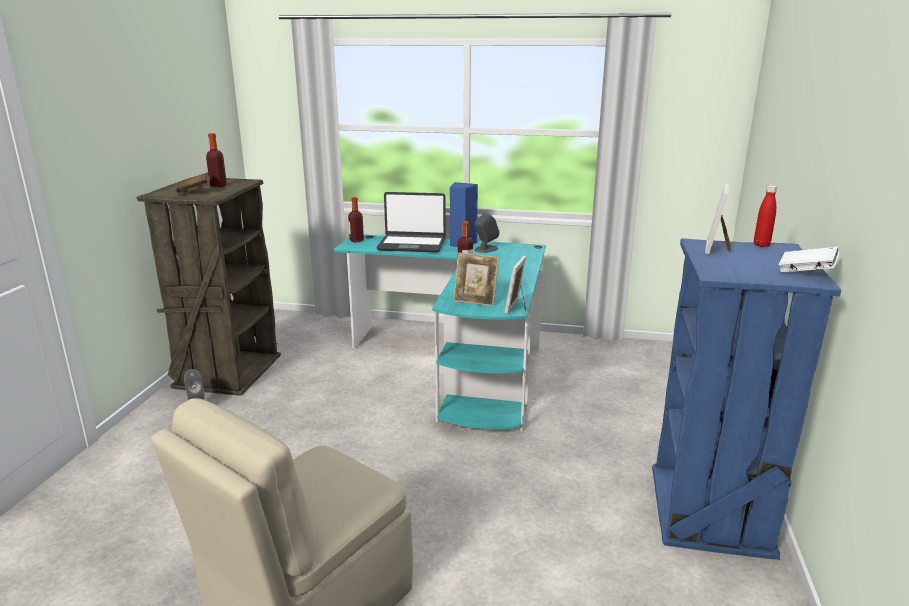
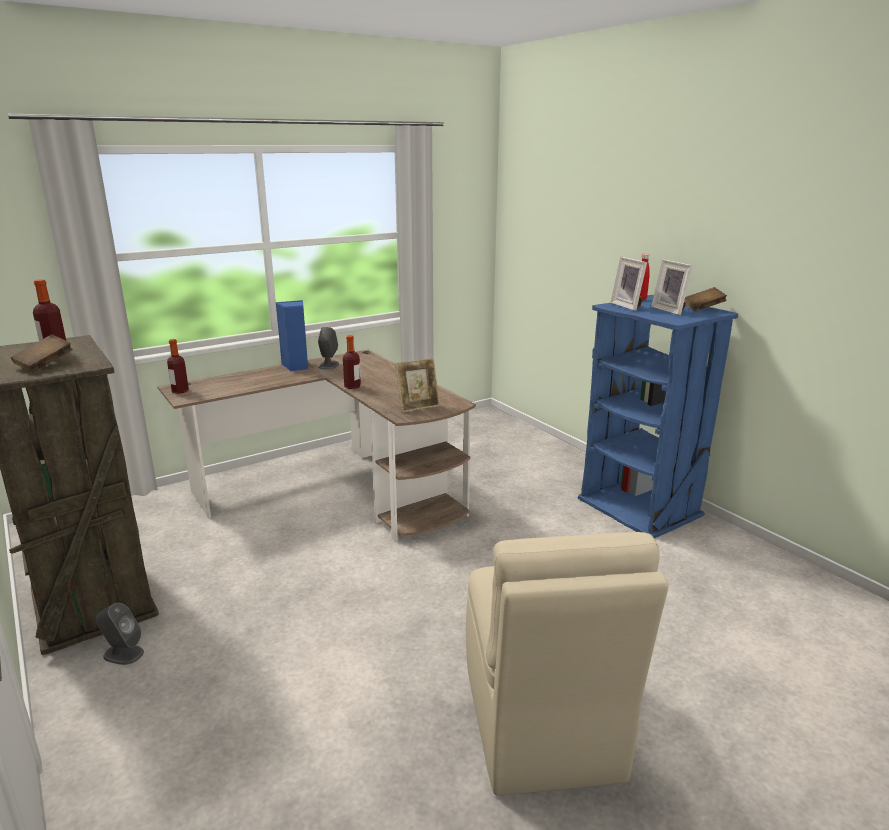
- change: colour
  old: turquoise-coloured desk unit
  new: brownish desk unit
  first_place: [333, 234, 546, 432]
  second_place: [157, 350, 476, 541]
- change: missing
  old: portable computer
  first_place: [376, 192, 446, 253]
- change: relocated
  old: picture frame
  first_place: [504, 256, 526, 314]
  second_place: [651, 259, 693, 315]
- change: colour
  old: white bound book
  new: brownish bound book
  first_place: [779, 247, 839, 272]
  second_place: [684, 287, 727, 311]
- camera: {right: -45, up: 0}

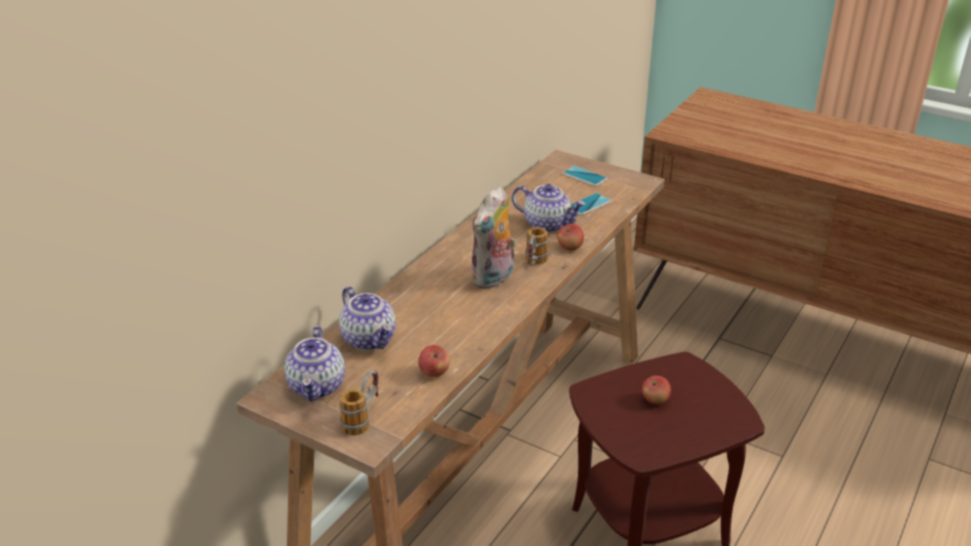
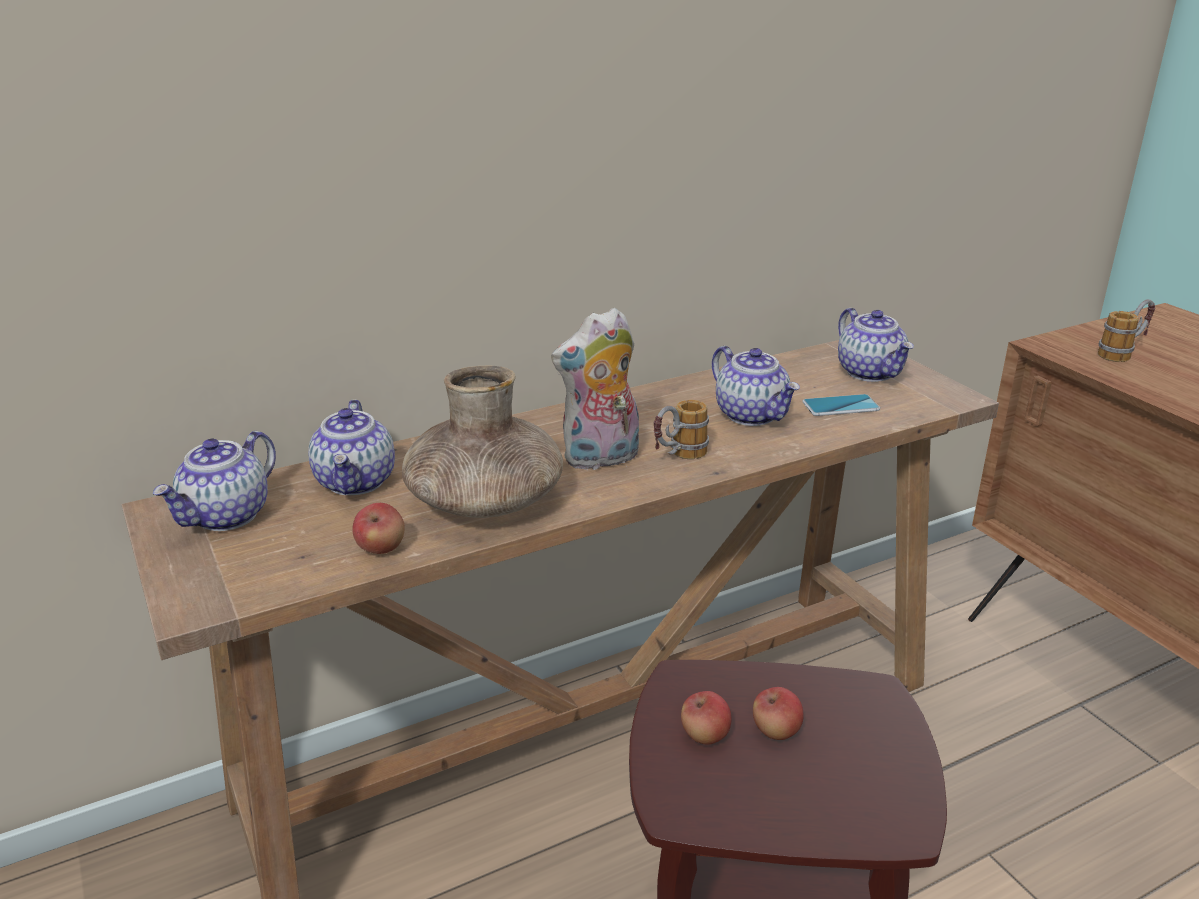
- change: relocated
  old: coffee mug
  first_place: [339, 370, 378, 436]
  second_place: [1098, 299, 1155, 362]
- change: relocated
  old: whole apple
  first_place: [557, 224, 584, 251]
  second_place: [681, 691, 731, 745]
- change: exchanged
  old: phone
  new: teapot
  first_place: [563, 166, 607, 186]
  second_place: [838, 308, 914, 382]
- change: appeared
  new: brownish vase
  second_place: [402, 365, 563, 518]
- camera: {right: 30, up: -5}

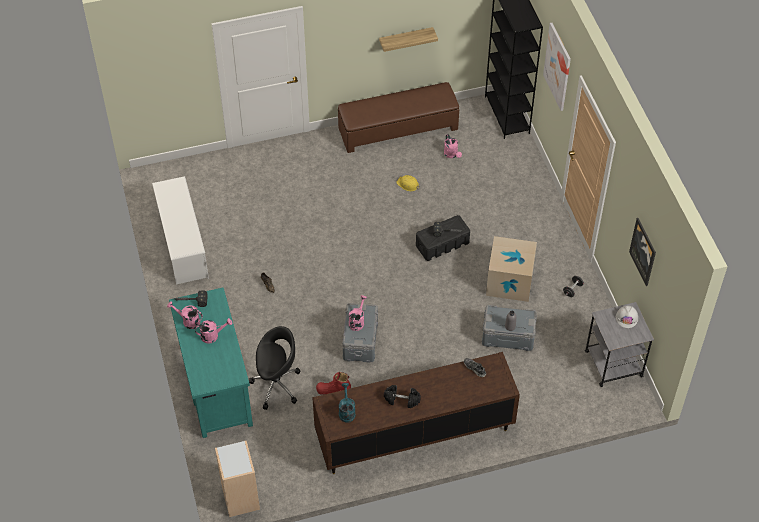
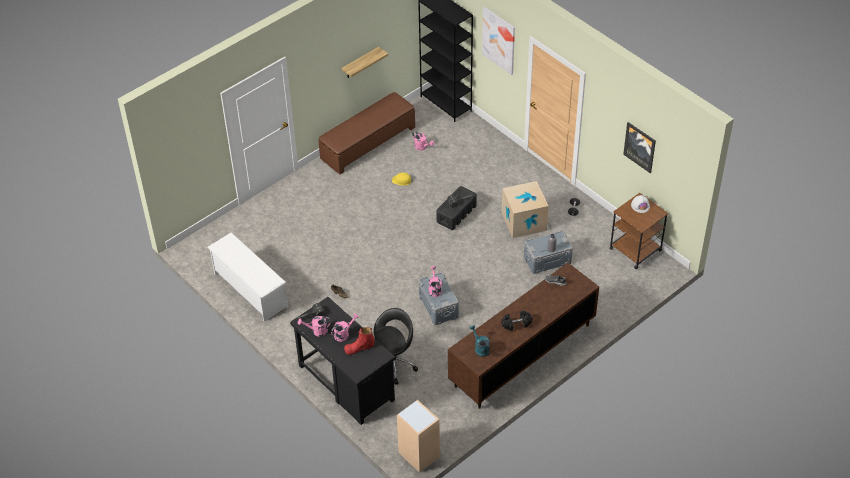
- change: colour
  old: turquoise-coloured desk unit
  new: black-coloured desk unit
  first_place: [169, 288, 253, 438]
  second_place: [290, 297, 396, 425]
- change: relocated
  old: reddish high-top boot
  first_place: [316, 372, 351, 395]
  second_place: [344, 327, 375, 355]
- change: colour
  old: gray cart
  new: brownish cart
  first_place: [585, 302, 654, 387]
  second_place: [609, 193, 669, 269]
- camera: {right: -25, up: -5}

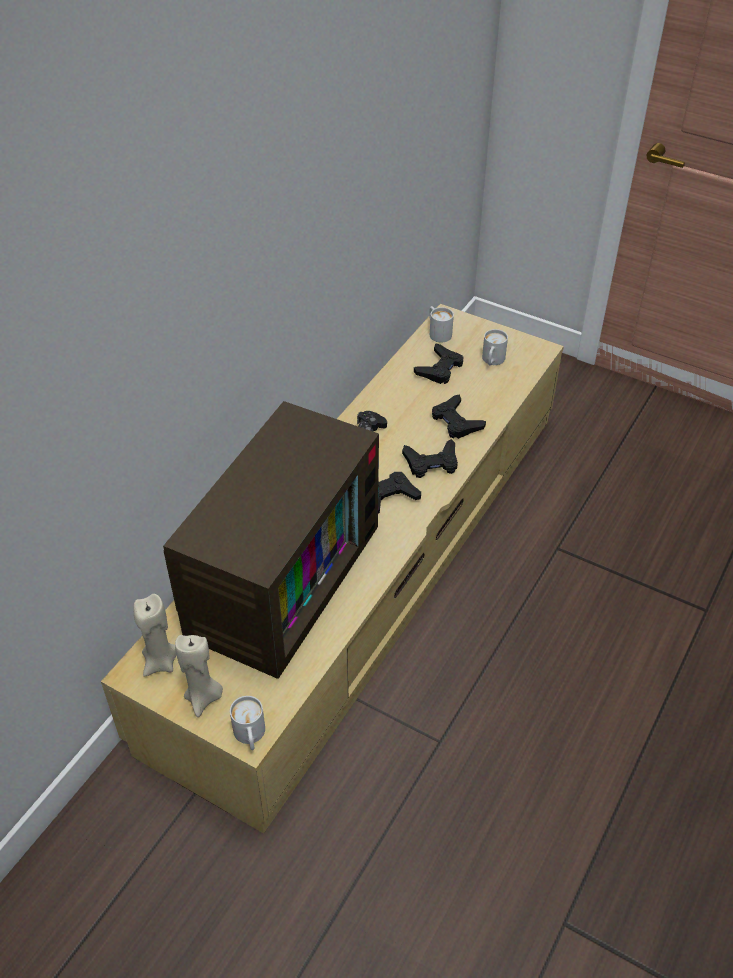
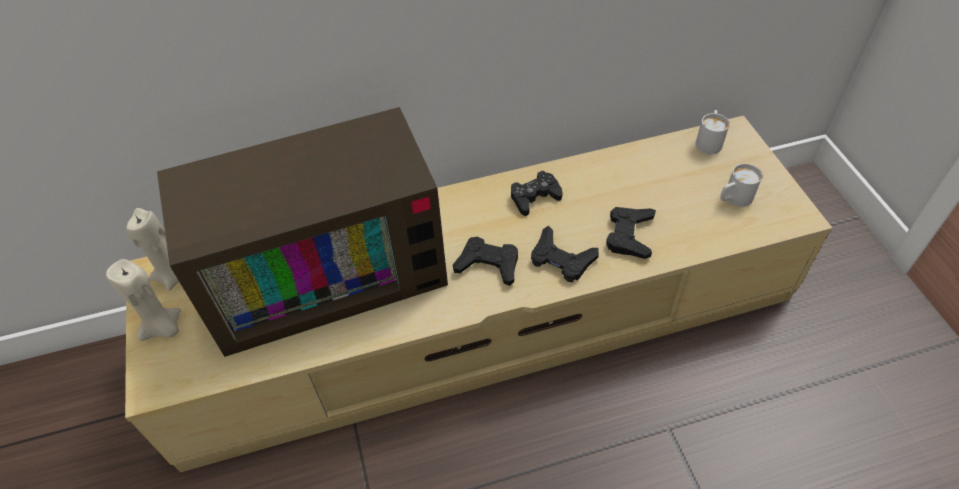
- change: missing
  old: white coffee mug
  first_place: [230, 696, 265, 750]
- change: missing
  old: black-coloured gamepad
  first_place: [414, 344, 463, 384]
- camera: {right: 45, up: 5}

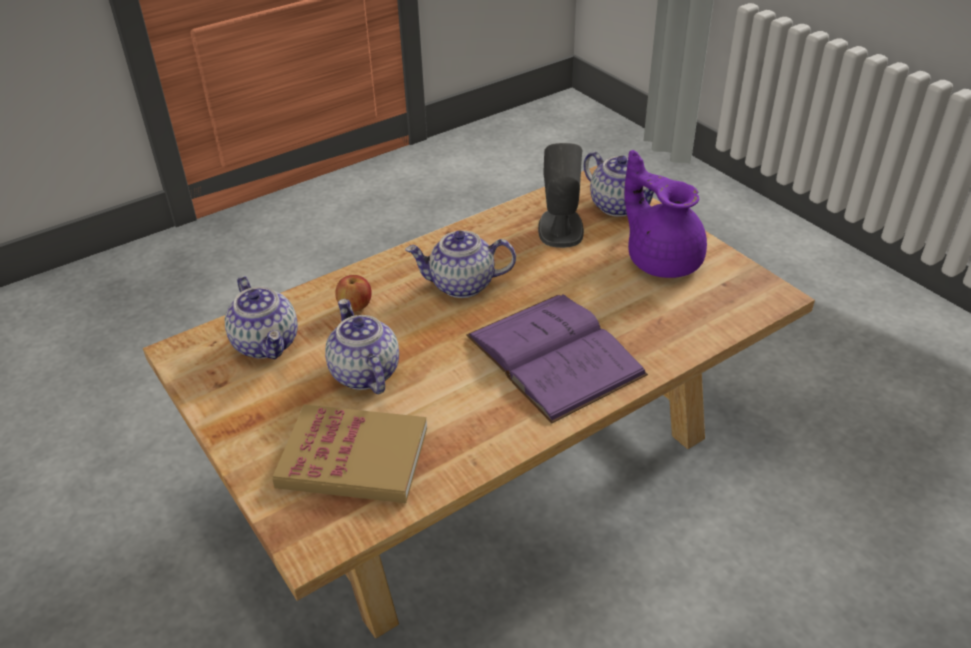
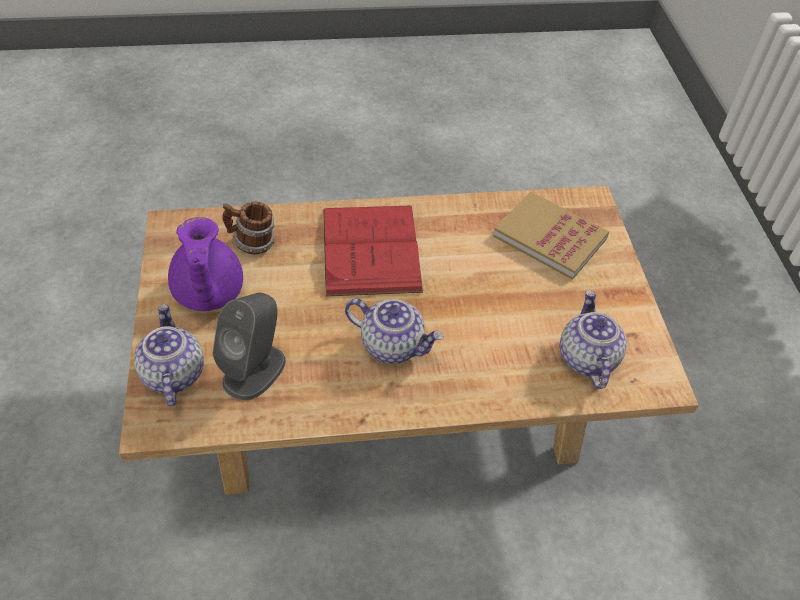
- change: missing
  old: teapot
  first_place: [325, 299, 399, 394]
- change: missing
  old: whole apple
  first_place: [335, 275, 371, 311]
- change: colour
  old: purple bound book
  new: reddish bound book
  first_place: [466, 294, 648, 423]
  second_place: [323, 206, 423, 297]
- change: appeared
  new: coffee mug
  second_place: [222, 202, 275, 255]
- camera: {right: -155, up: 10}

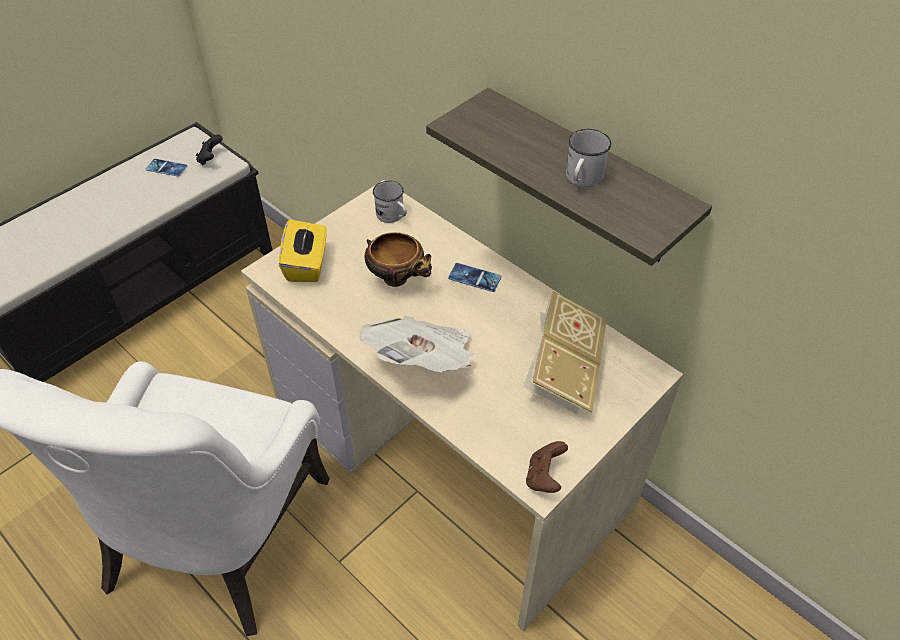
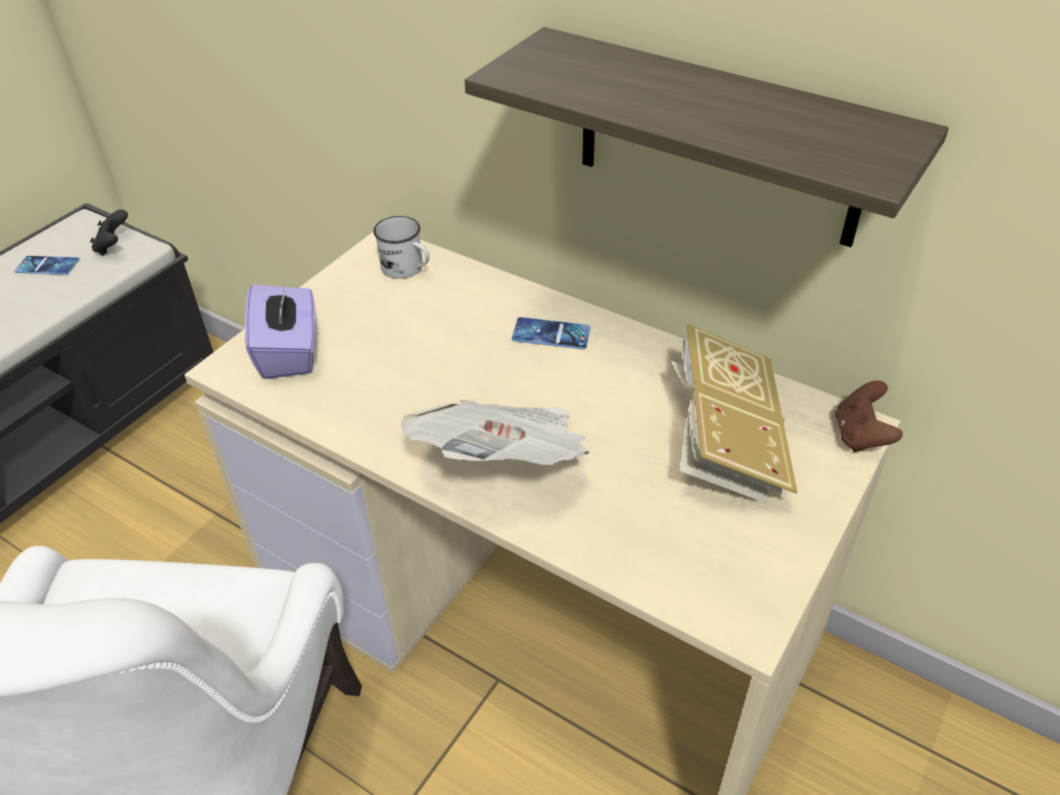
- change: colour
  old: yellow tissue box
  new: purple tissue box
  first_place: [279, 219, 327, 282]
  second_place: [245, 279, 315, 379]
- change: missing
  old: serving bowl
  first_place: [364, 232, 432, 287]
- change: relocated
  old: brownish gamepad
  first_place: [526, 441, 568, 493]
  second_place: [835, 380, 903, 452]
- change: missing
  old: white coffee mug
  first_place: [566, 129, 611, 187]
- camera: {right: -10, up: -5}

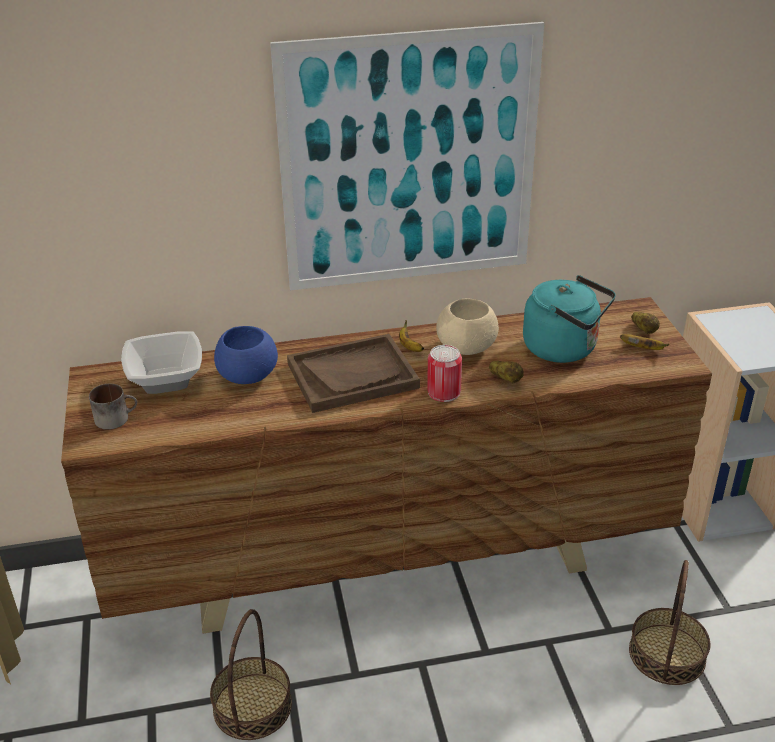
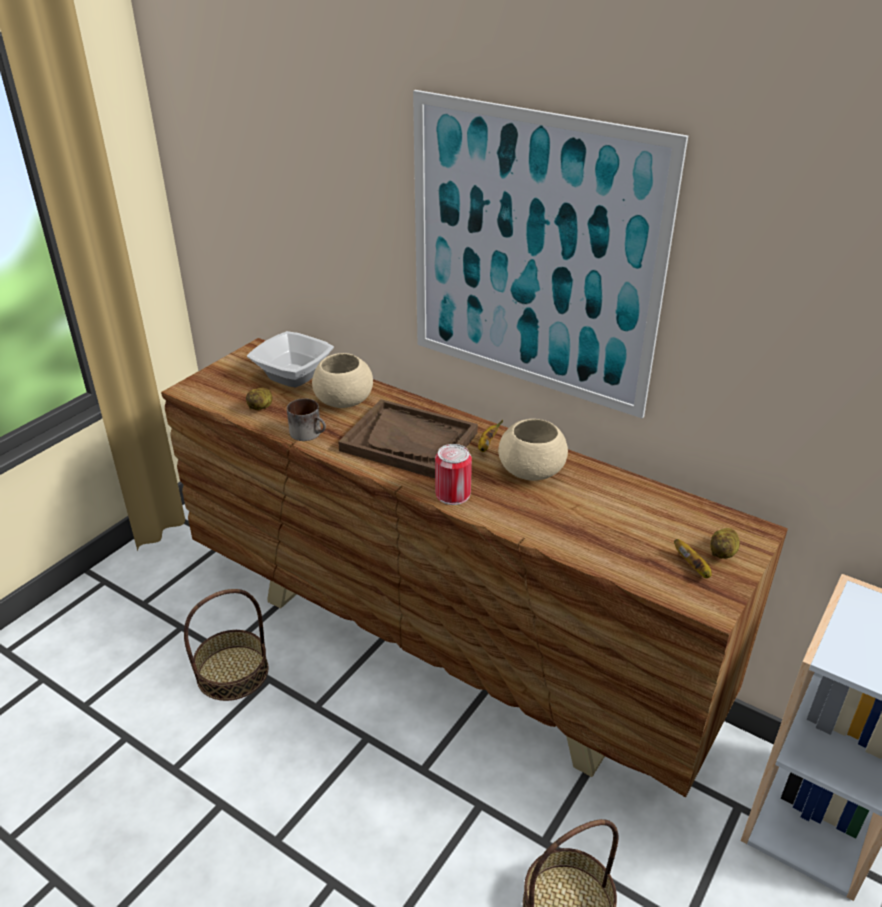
- change: relocated
  old: coffee mug
  first_place: [89, 384, 137, 430]
  second_place: [287, 398, 326, 441]
- change: colour
  old: bluish serving bowl
  new: beige serving bowl
  first_place: [214, 326, 278, 384]
  second_place: [312, 353, 373, 408]
- change: relocated
  old: potato
  first_place: [489, 361, 524, 384]
  second_place: [246, 388, 272, 410]
- change: missing
  old: turquoise-coloured kettle
  first_place: [523, 275, 616, 363]
- camera: {right: 45, up: 0}

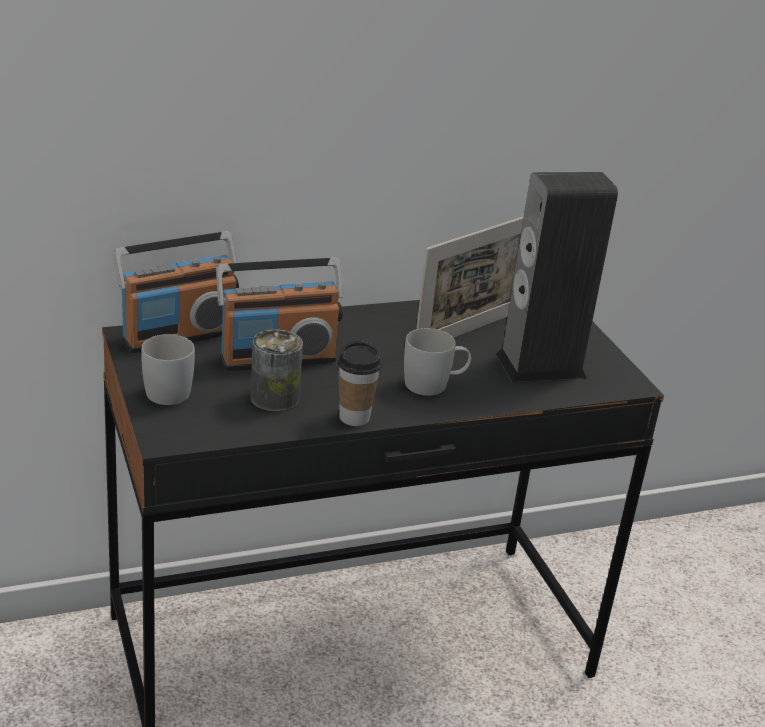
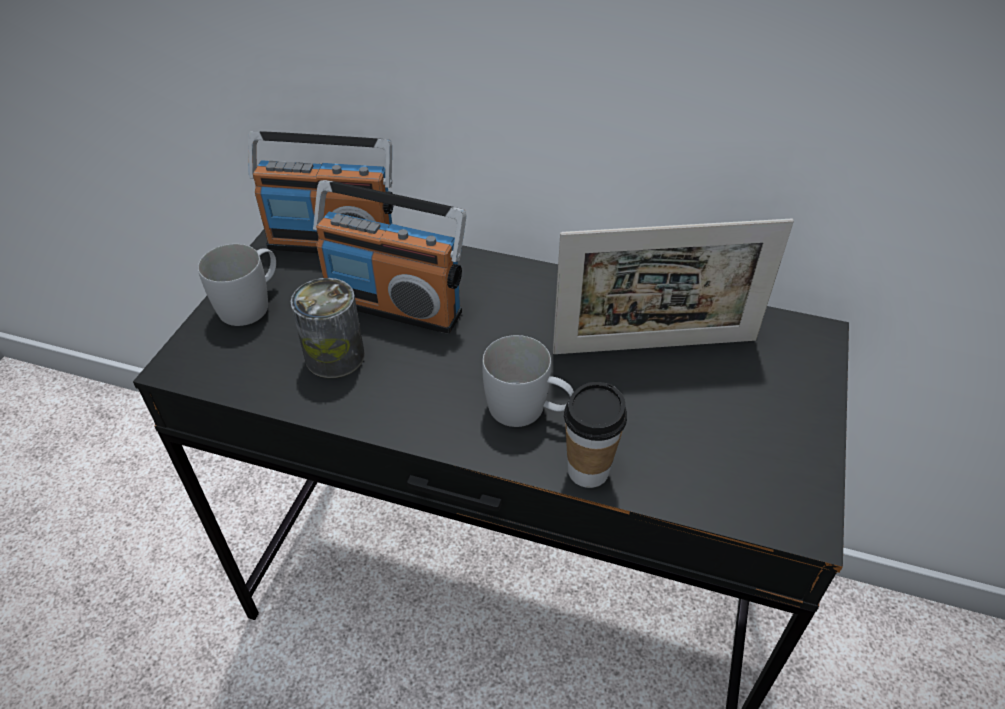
- change: relocated
  old: drinking cup
  first_place: [338, 341, 382, 426]
  second_place: [564, 382, 627, 488]
- change: missing
  old: audio speaker
  first_place: [496, 172, 618, 382]
- camera: {right: 40, up: 15}

